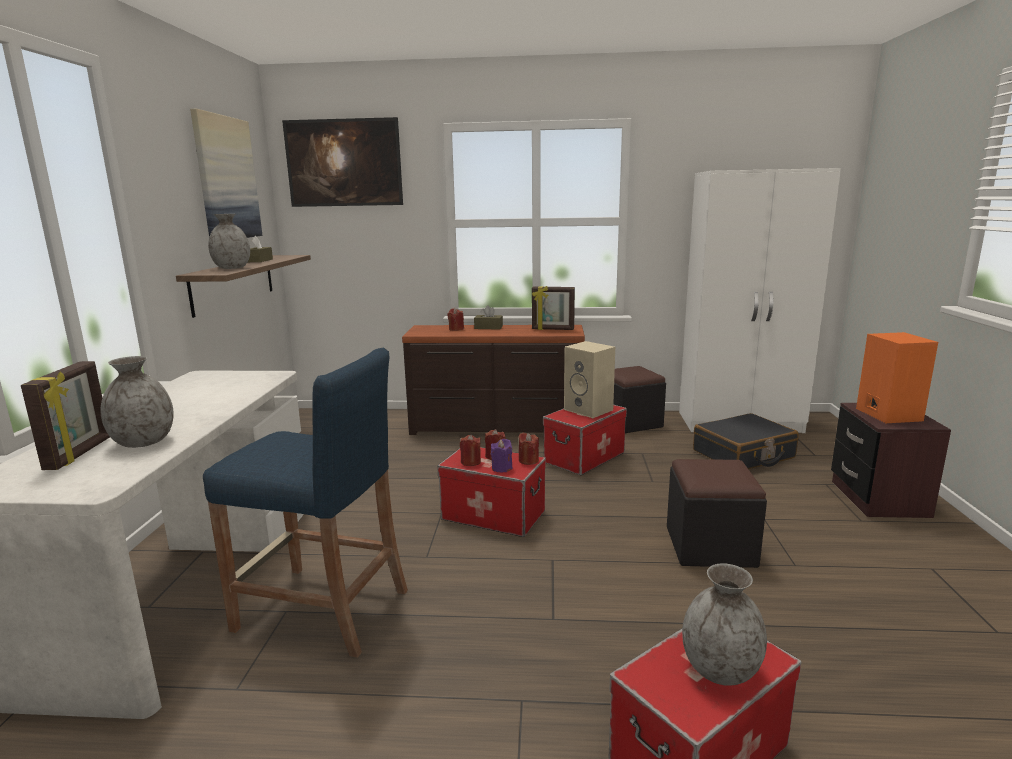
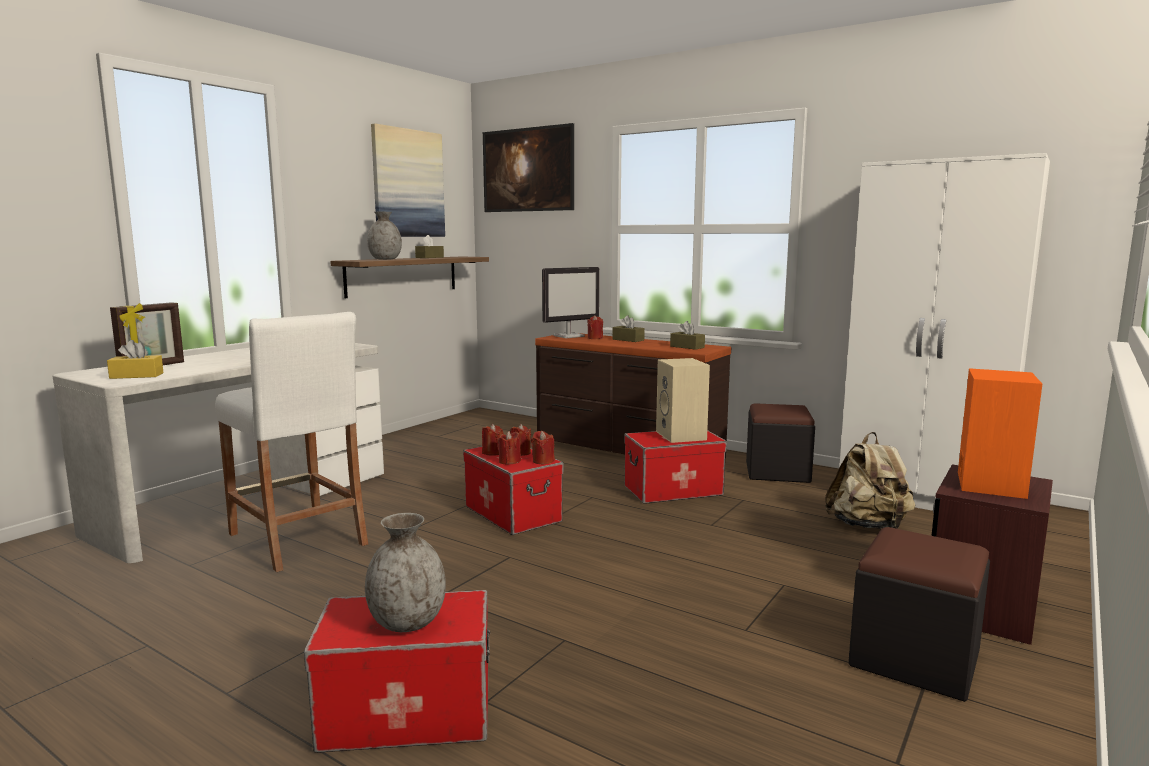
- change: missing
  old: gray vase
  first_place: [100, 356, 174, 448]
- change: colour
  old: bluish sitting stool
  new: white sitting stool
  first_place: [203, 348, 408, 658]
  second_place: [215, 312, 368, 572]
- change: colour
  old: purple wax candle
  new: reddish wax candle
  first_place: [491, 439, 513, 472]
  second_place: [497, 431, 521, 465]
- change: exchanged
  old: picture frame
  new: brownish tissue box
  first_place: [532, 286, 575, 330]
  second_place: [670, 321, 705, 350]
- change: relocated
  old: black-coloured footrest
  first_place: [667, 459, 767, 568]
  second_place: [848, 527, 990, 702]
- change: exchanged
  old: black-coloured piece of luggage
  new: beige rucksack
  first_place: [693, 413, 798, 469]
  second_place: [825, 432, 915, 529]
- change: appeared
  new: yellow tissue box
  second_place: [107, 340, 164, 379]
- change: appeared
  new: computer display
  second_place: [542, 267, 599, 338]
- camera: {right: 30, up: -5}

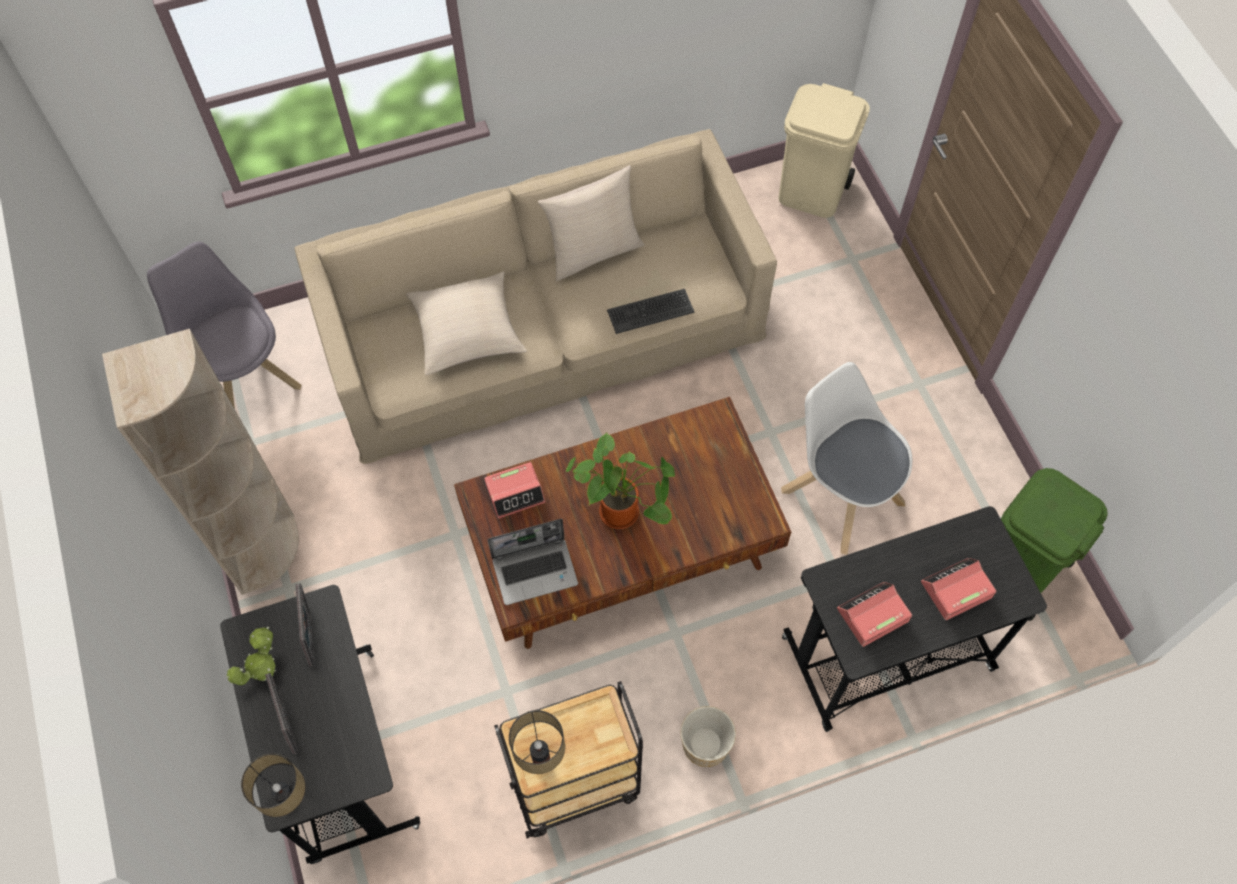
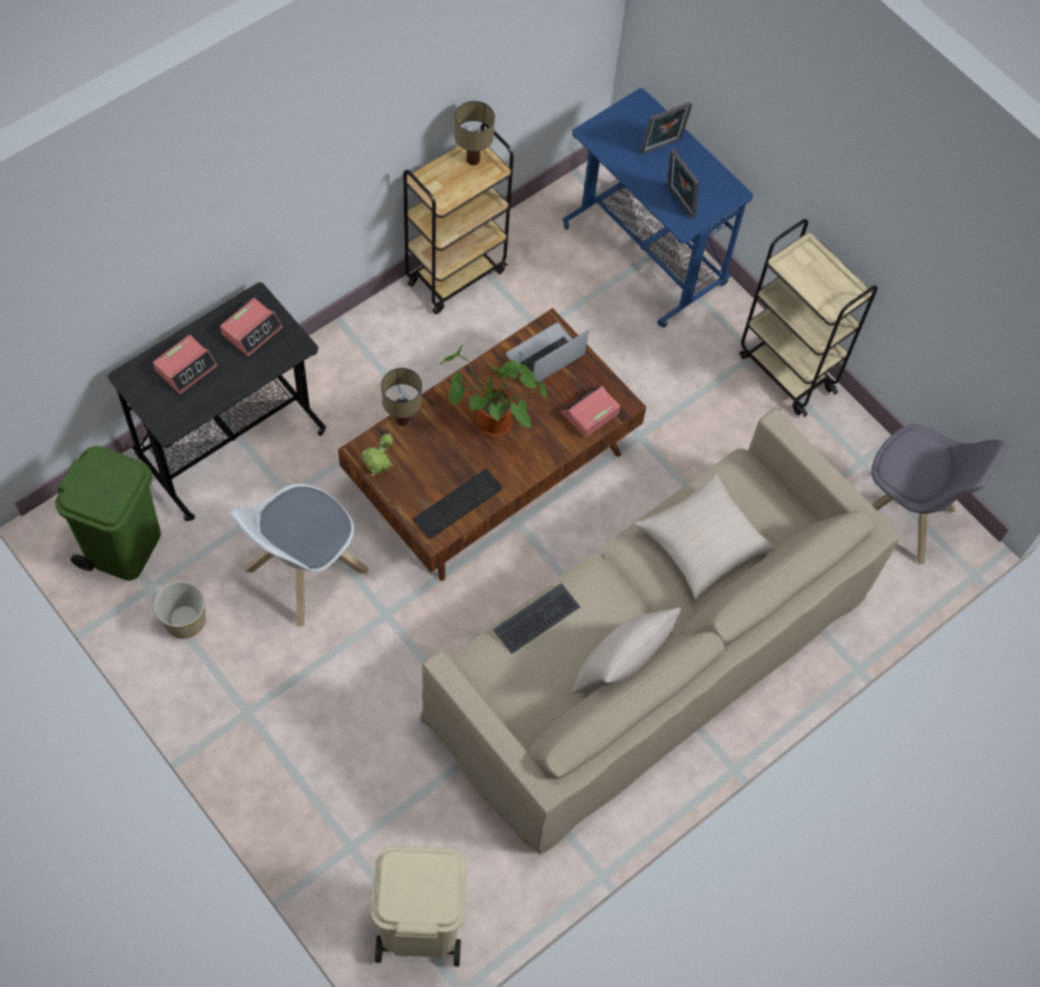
- change: exchanged
  old: beige bookshelf
  new: beige cart
  first_place: [102, 329, 299, 595]
  second_place: [740, 219, 878, 417]
- change: colour
  old: black-coloured desk unit
  new: bluish desk unit
  first_place: [220, 585, 420, 864]
  second_place: [562, 88, 753, 328]
- change: relocated
  old: potted plant
  first_place: [226, 627, 276, 685]
  second_place: [362, 433, 393, 476]
- change: relocated
  old: table lamp
  first_place: [241, 753, 305, 817]
  second_place: [381, 368, 422, 426]
- change: spun
  old: picture frame
  first_place: [265, 673, 298, 755]
  second_place: [641, 102, 692, 154]
  degrees: -75
- change: relocated
  old: planter
  first_place: [681, 706, 736, 767]
  second_place: [154, 581, 206, 638]
- change: spun
  old: plain chair
  first_place: [781, 362, 912, 555]
  second_place: [231, 484, 368, 626]
  degrees: 105
- change: appeared
  new: keyboard
  second_place: [413, 469, 503, 539]
- camera: {right: 155, up: 0}

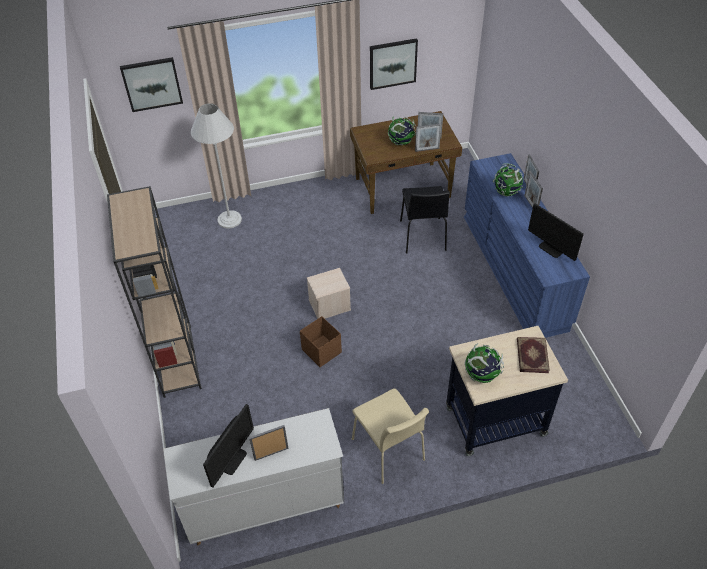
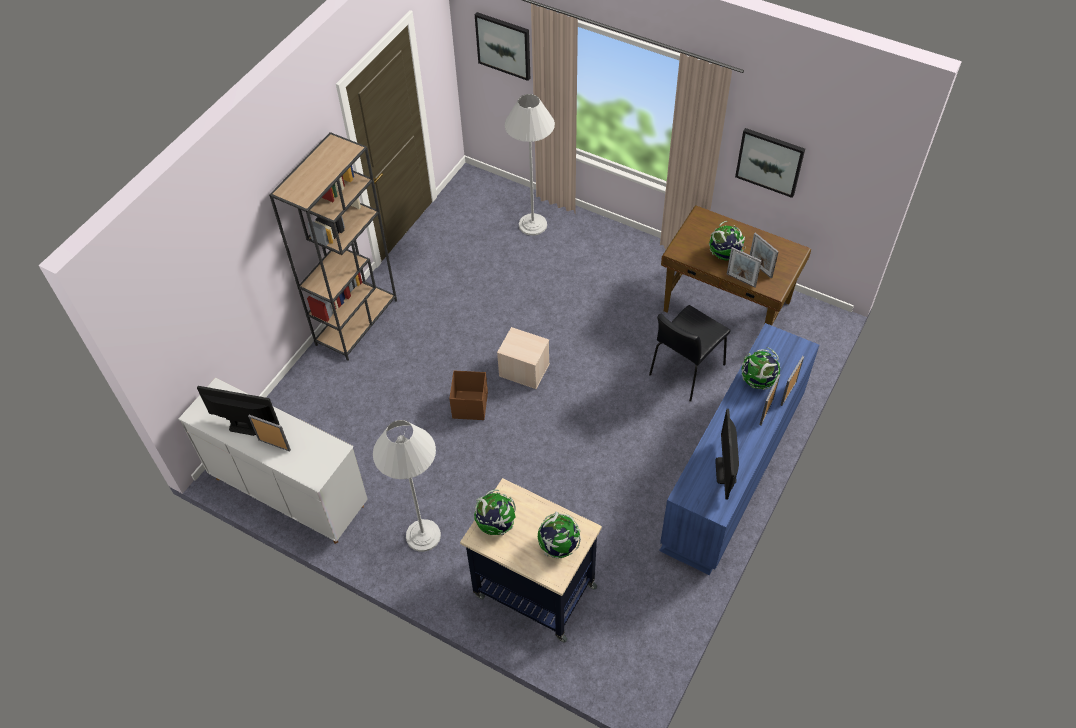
- change: spun
  old: computer display
  first_place: [203, 404, 254, 488]
  second_place: [197, 386, 279, 436]
  degrees: -150
- change: exchanged
  old: beige plain chair
  new: white standing lamp
  first_place: [352, 388, 429, 484]
  second_place: [373, 420, 441, 552]
- change: exchanged
  old: bound book
  new: world globe
  first_place: [517, 337, 550, 373]
  second_place: [538, 512, 581, 559]
- camera: {right: 45, up: 5}

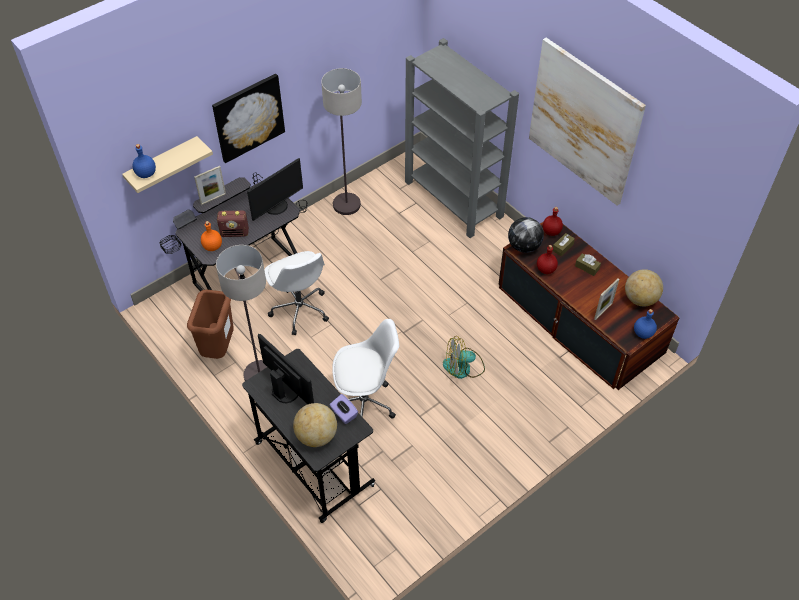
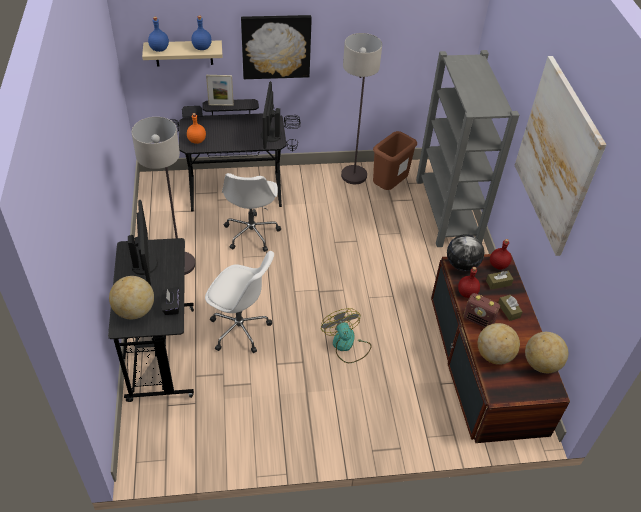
- change: relocated
  old: brownish waste bin
  first_place: [187, 290, 234, 359]
  second_place: [373, 131, 417, 190]
- change: relocated
  old: radio receiver
  first_place: [217, 210, 249, 237]
  second_place: [463, 293, 500, 328]
- change: spun
  old: computer display
  first_place: [247, 158, 303, 221]
  second_place: [261, 81, 281, 150]
  degrees: 105
- change: colour
  old: purple tissue box
  new: black-coloured tissue box
  first_place: [330, 394, 358, 424]
  second_place: [161, 287, 180, 315]
- change: spun
  old: cooling fan
  first_place: [443, 336, 485, 379]
  second_place: [321, 308, 371, 363]
  degrees: 45
- change: exchanged
  old: picture frame
  new: world globe
  first_place: [594, 278, 619, 320]
  second_place: [478, 323, 520, 365]
- change: relocated
  old: bluish drink bottle
  first_place: [634, 309, 657, 339]
  second_place: [191, 15, 212, 50]
- camera: {right: 30, up: -5}

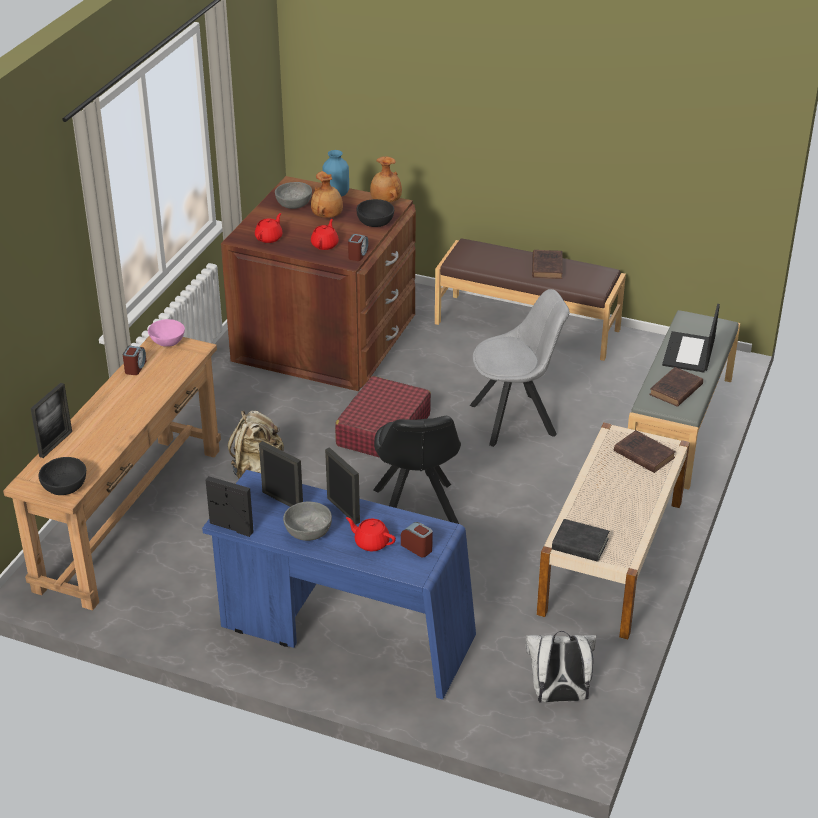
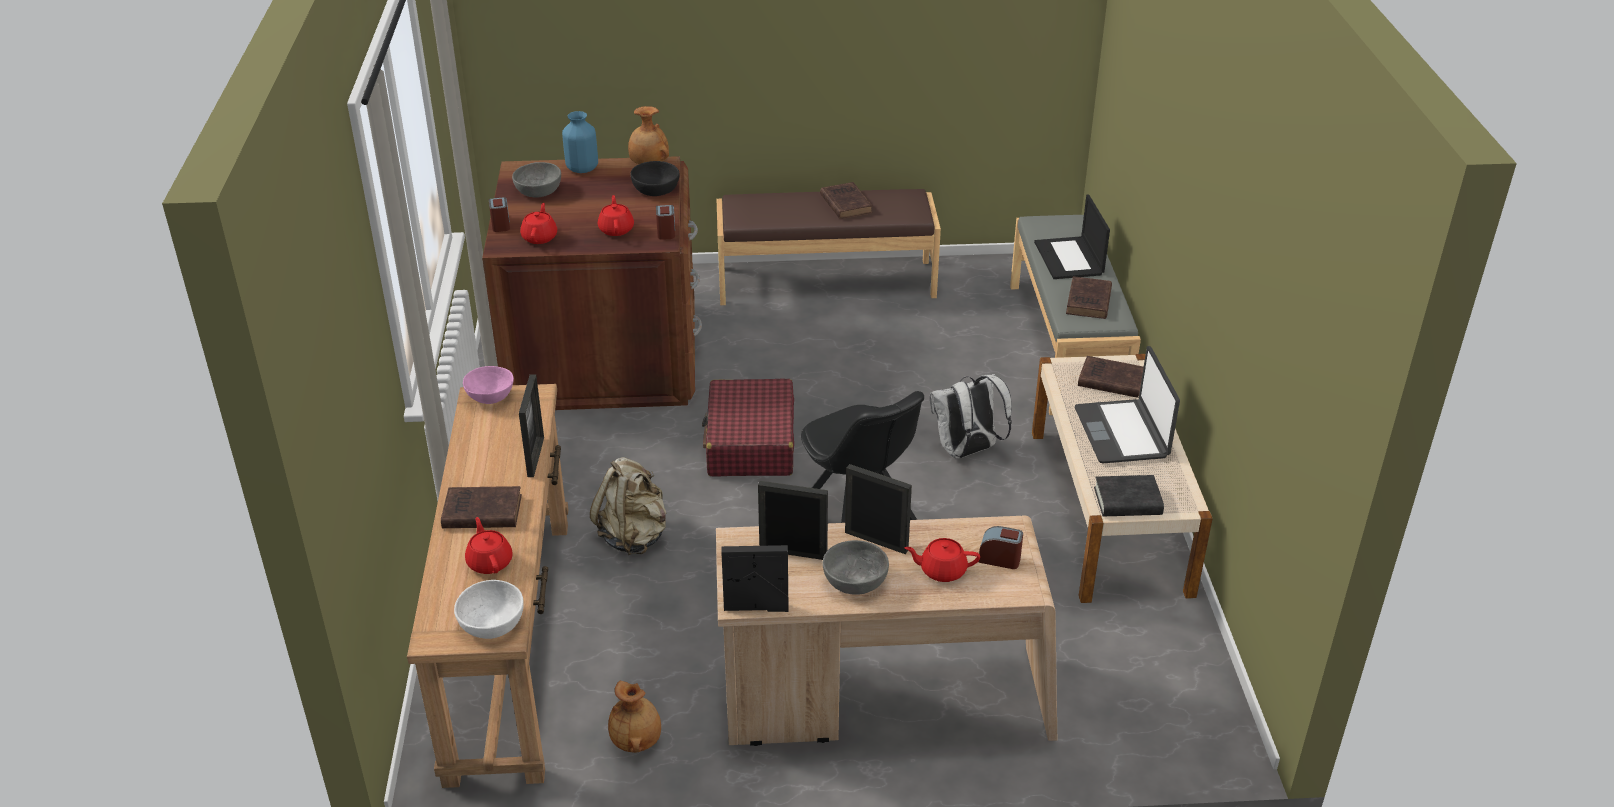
- change: relocated
  old: picture frame
  first_place: [30, 383, 72, 458]
  second_place: [519, 374, 544, 477]
- change: colour
  old: black-coloured serving bowl
  new: white serving bowl
  first_place: [38, 457, 86, 495]
  second_place: [454, 580, 524, 639]
- change: relocated
  old: alarm clock
  first_place: [123, 346, 146, 375]
  second_place: [489, 197, 510, 232]
- change: colour
  old: bluish desk unit
  new: beige desk unit
  first_place: [202, 470, 476, 700]
  second_place: [716, 515, 1057, 746]
- change: relocated
  old: brownish vase
  first_place: [311, 171, 343, 218]
  second_place: [608, 681, 661, 753]
- change: missing
  old: gray plain chair
  first_place: [469, 289, 570, 447]
- change: relocated
  old: white rucksack
  first_place: [526, 631, 596, 703]
  second_place: [930, 374, 1012, 459]
- change: appeared
  new: brownish bound book
  second_place: [441, 486, 522, 528]
- change: appeared
  new: reddish teapot
  second_place: [465, 517, 513, 574]
- change: appeared
  new: portable computer
  second_place: [1075, 346, 1180, 463]
- camera: {right: -25, up: 0}

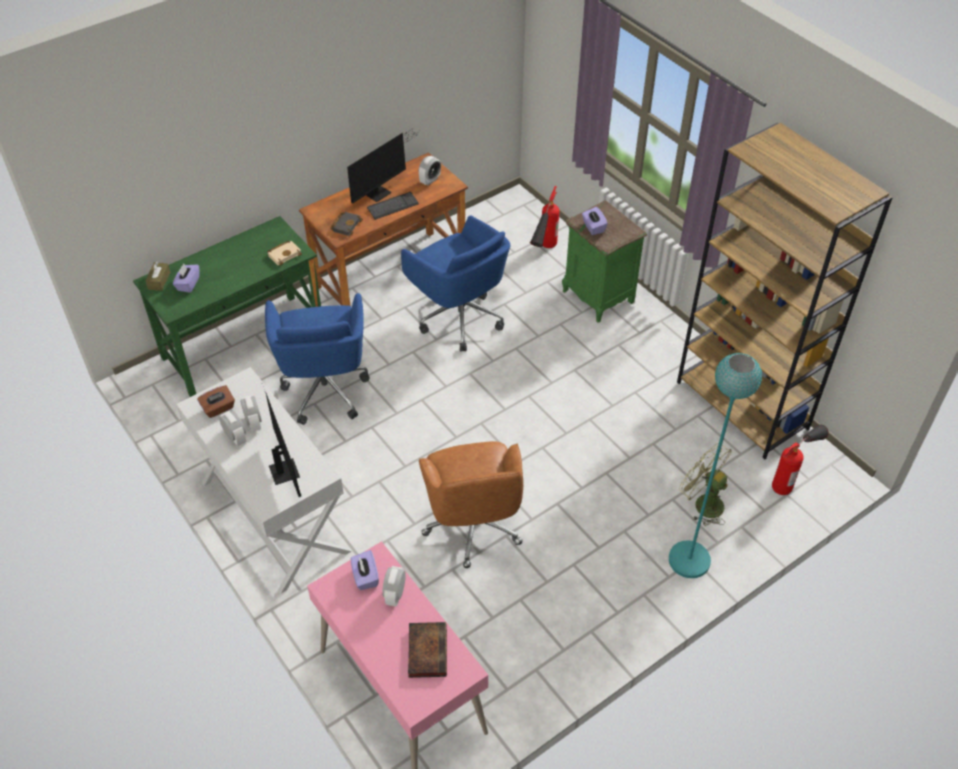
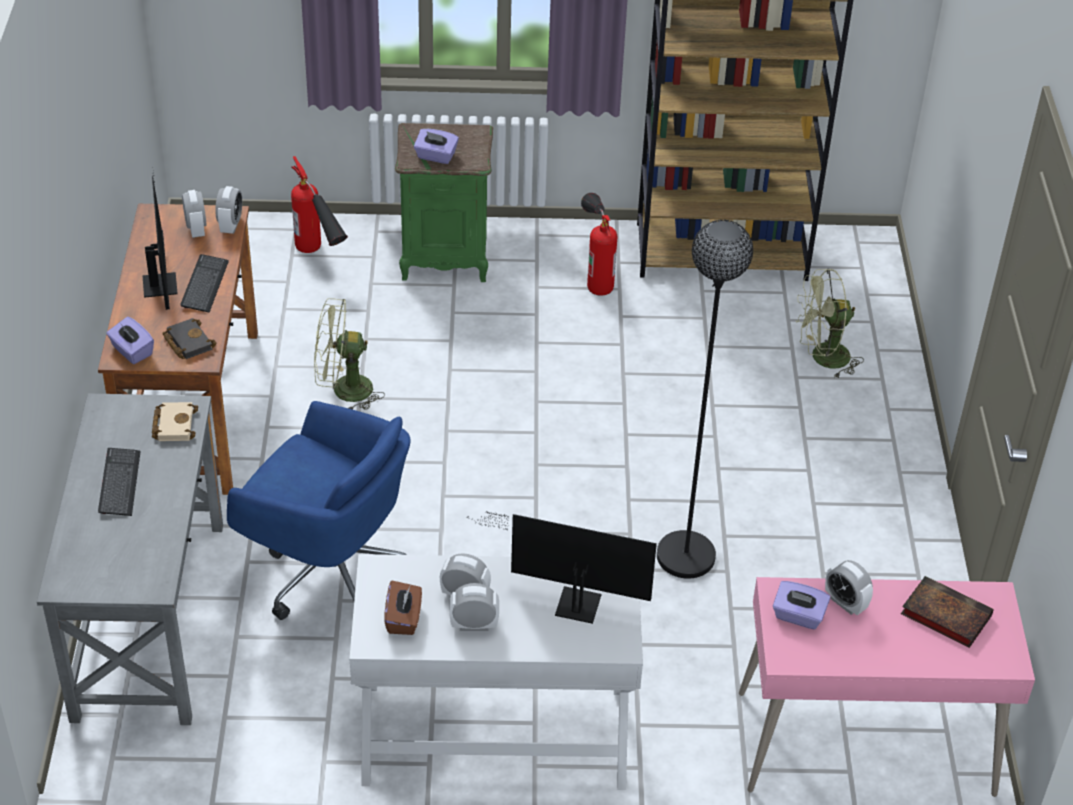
- change: colour
  old: green desk unit
  new: gray desk unit
  first_place: [133, 216, 321, 397]
  second_place: [37, 393, 223, 725]
- change: missing
  old: brownish tissue box
  first_place: [145, 261, 170, 291]
- change: relocated
  old: purple tissue box
  first_place: [173, 263, 200, 293]
  second_place: [106, 317, 154, 364]
- change: exchanged
  old: bluish desk chair
  new: green cooling fan
  first_place: [401, 216, 510, 351]
  second_place: [314, 298, 385, 410]
- change: exchanged
  old: brownish desk chair
  new: black-coloured standing lamp
  first_place: [419, 441, 523, 568]
  second_place: [657, 219, 753, 579]
- change: missing
  old: turquoise-coloured standing lamp
  first_place: [669, 353, 762, 578]
- change: relocated
  old: fire-fighting cylinder
  first_place: [772, 424, 829, 495]
  second_place: [581, 193, 618, 296]
- change: appeared
  new: keyboard
  second_place: [98, 448, 140, 516]
- change: appeared
  new: alarm clock
  second_place: [215, 186, 242, 234]
- camera: {right: -55, up: -5}

